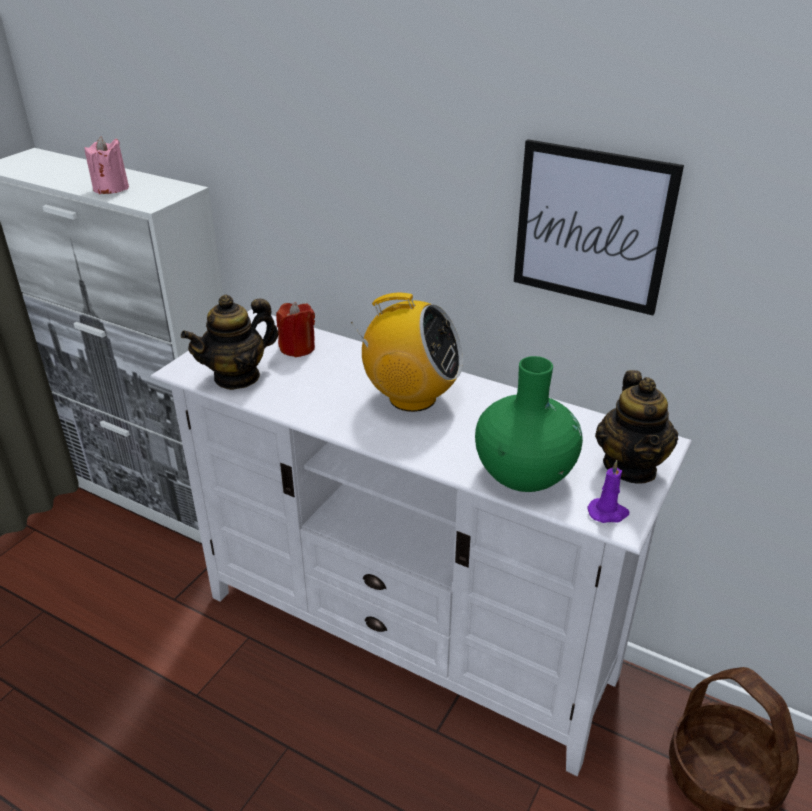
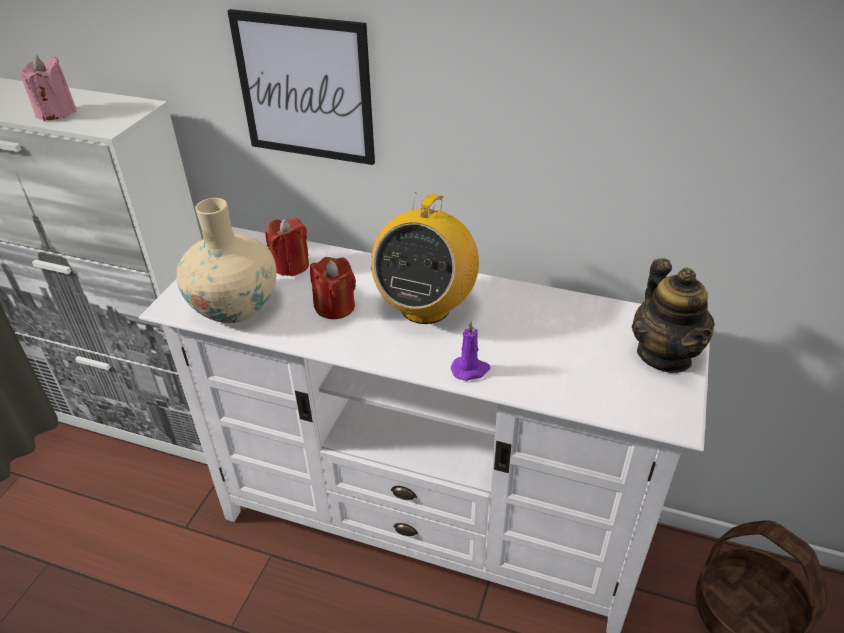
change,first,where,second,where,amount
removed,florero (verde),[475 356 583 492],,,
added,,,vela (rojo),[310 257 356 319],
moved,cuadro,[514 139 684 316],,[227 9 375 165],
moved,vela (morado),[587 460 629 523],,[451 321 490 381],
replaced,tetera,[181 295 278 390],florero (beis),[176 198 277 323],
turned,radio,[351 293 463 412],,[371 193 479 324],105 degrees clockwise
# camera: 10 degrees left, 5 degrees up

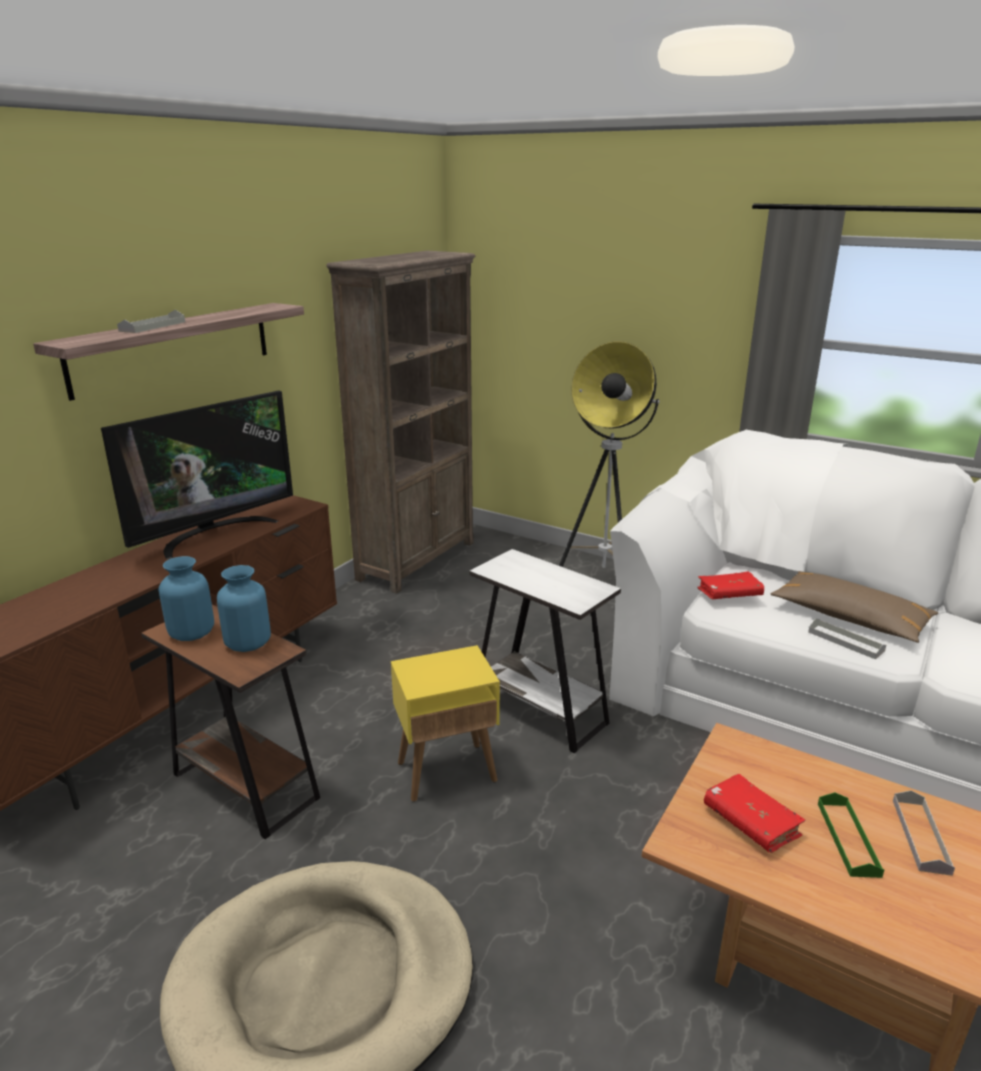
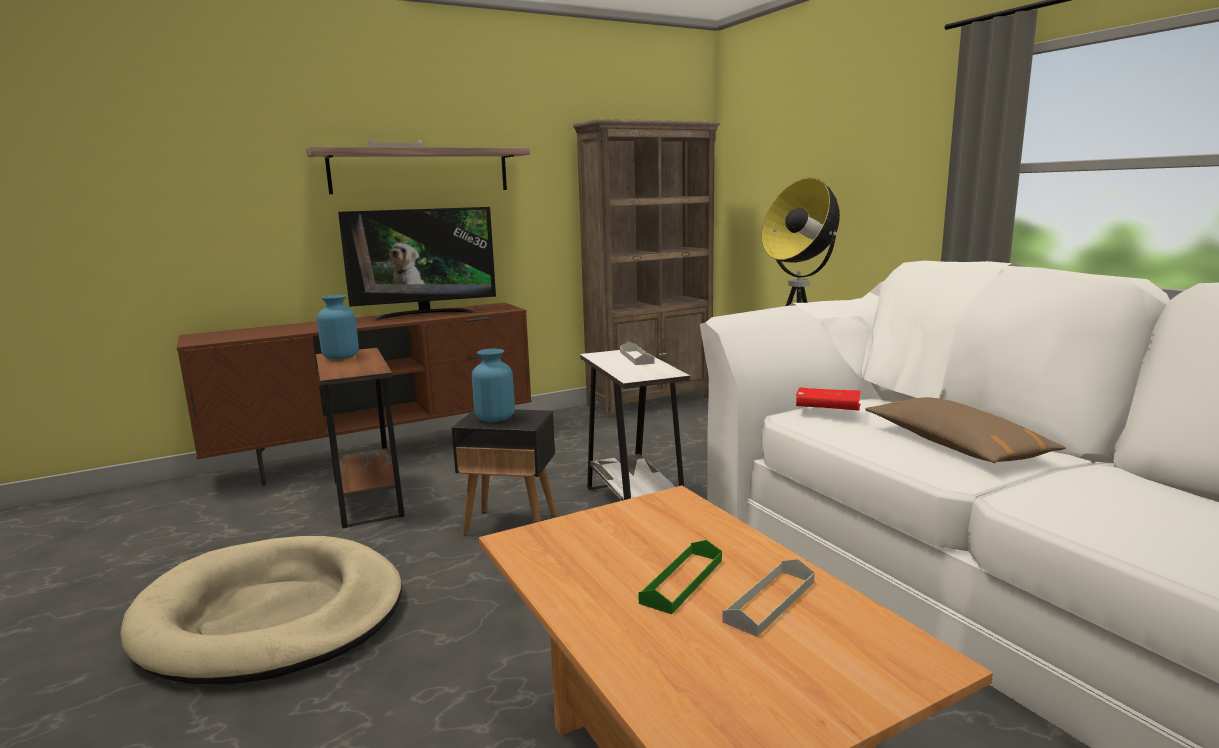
change,first,where,second,where,amount
removed,libro (rojo),[704 774 805 853],,,
moved,florero (azul),[217 565 271 652],,[472 349 515 422],
moved,bandeja (gris),[808 618 886 660],,[620 341 654 365],
recoloured,mesa auxiliar (amarillo),[391 645 500 802],mesa auxiliar (negro),[452 409 557 536],
# camera: 30 degrees right, 10 degrees down

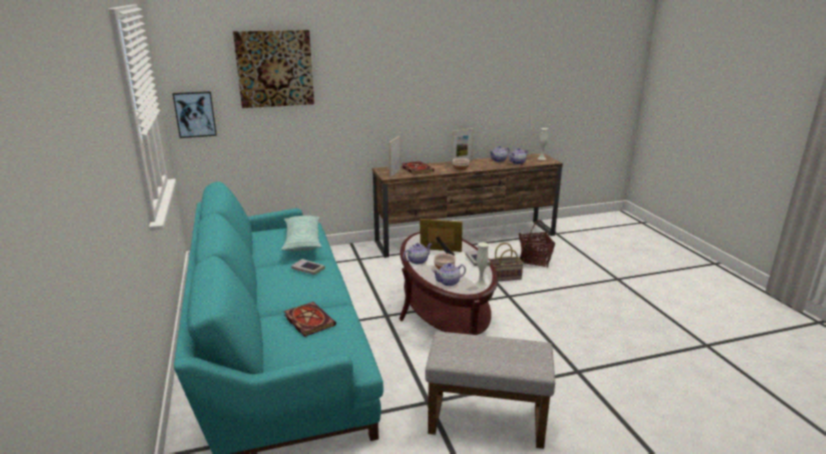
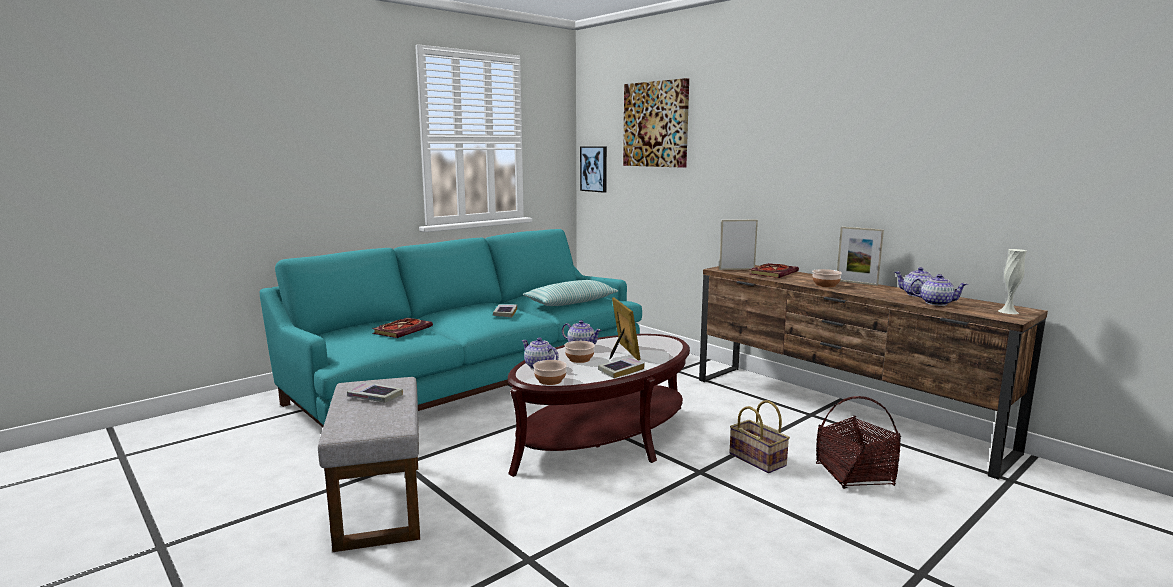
change,first,where,second,where,amount
added,,,libro,[347 382 403 403],
replaced,florero (blanco),[475 242 489 288],cuenco,[533 360 567 385],
# camera: 65 degrees right, 10 degrees down

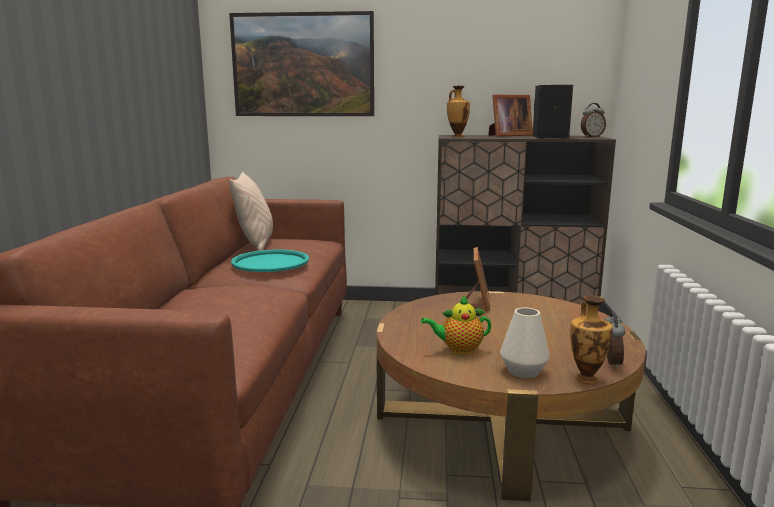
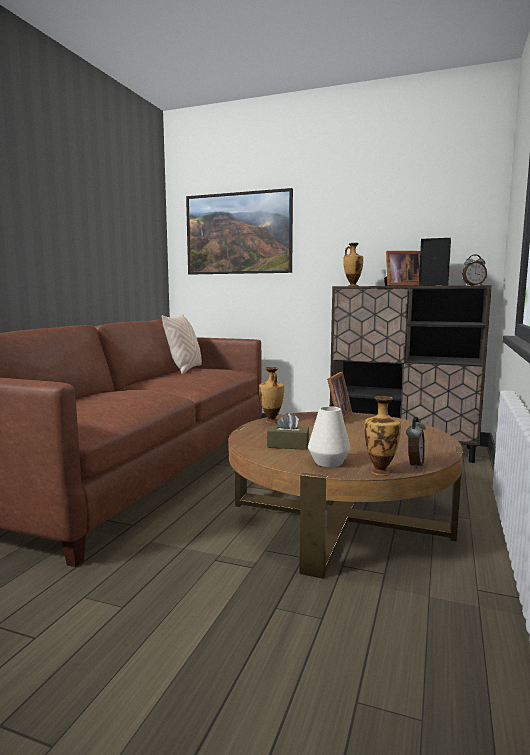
change,first,where,second,where,amount
removed,bandeja (turquesa),[231 249 309 272],,,
added,,,florero,[259 367 284 423],
replaced,tetera,[421 296 491 355],caja de pañuelos (marrón),[267 413 309 450],
# camera: 15 degrees right, 5 degrees down

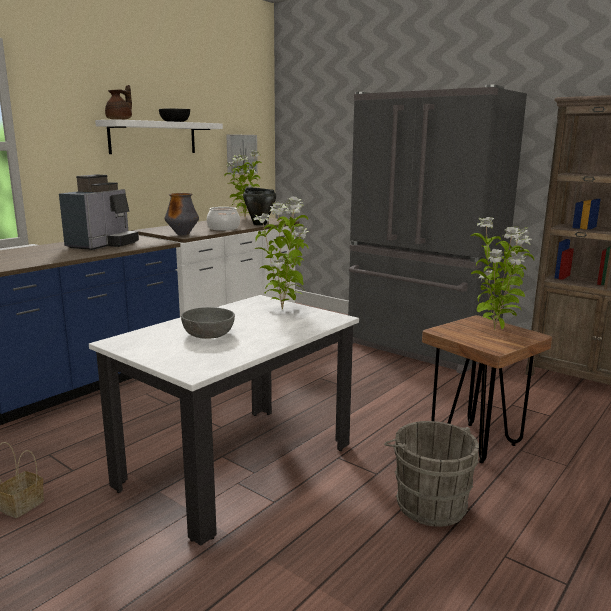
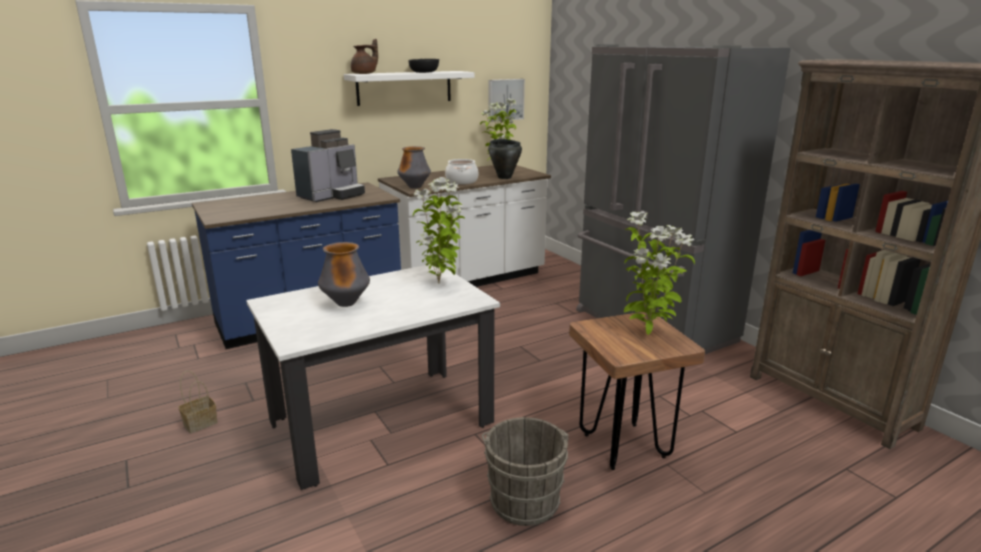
change,first,where,second,where,amount
replaced,cuenco (gris),[181 307 235 339],florero,[318 242 370 307],
# camera: 20 degrees right, 5 degrees up

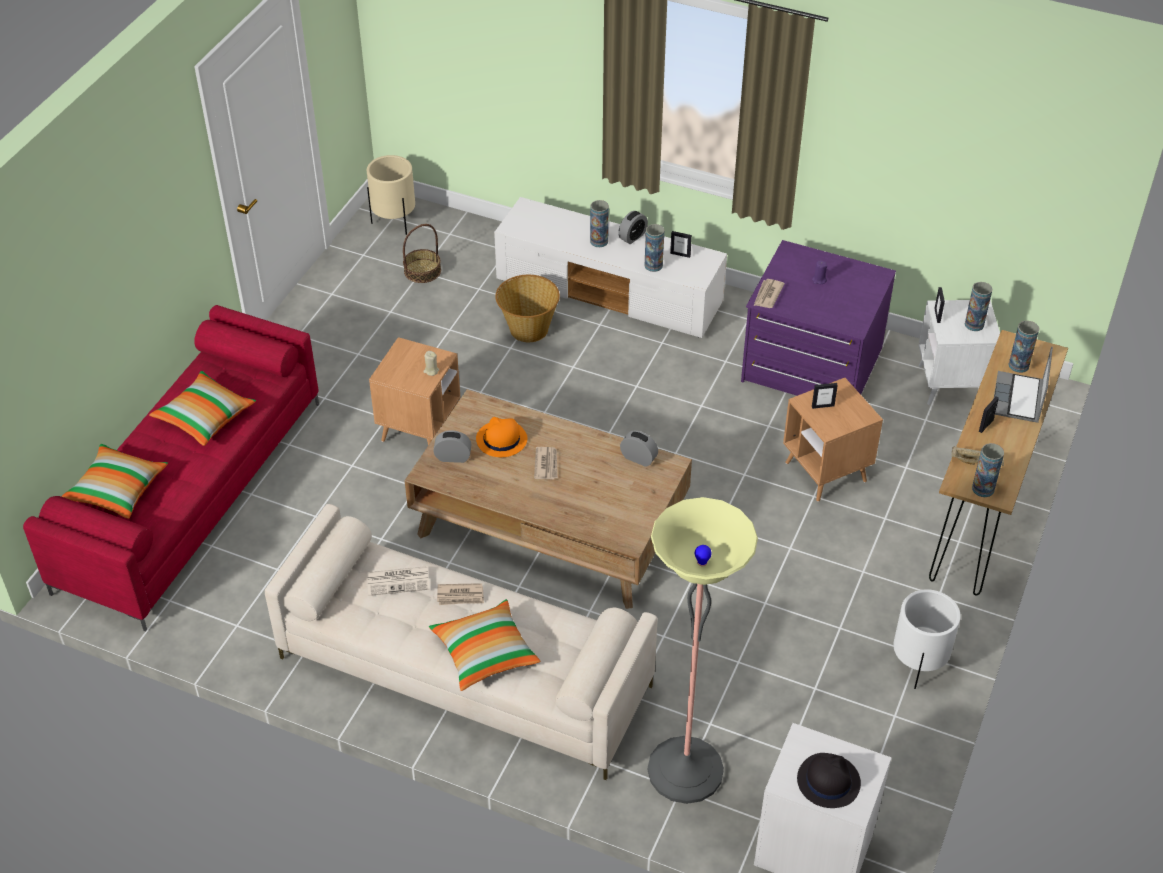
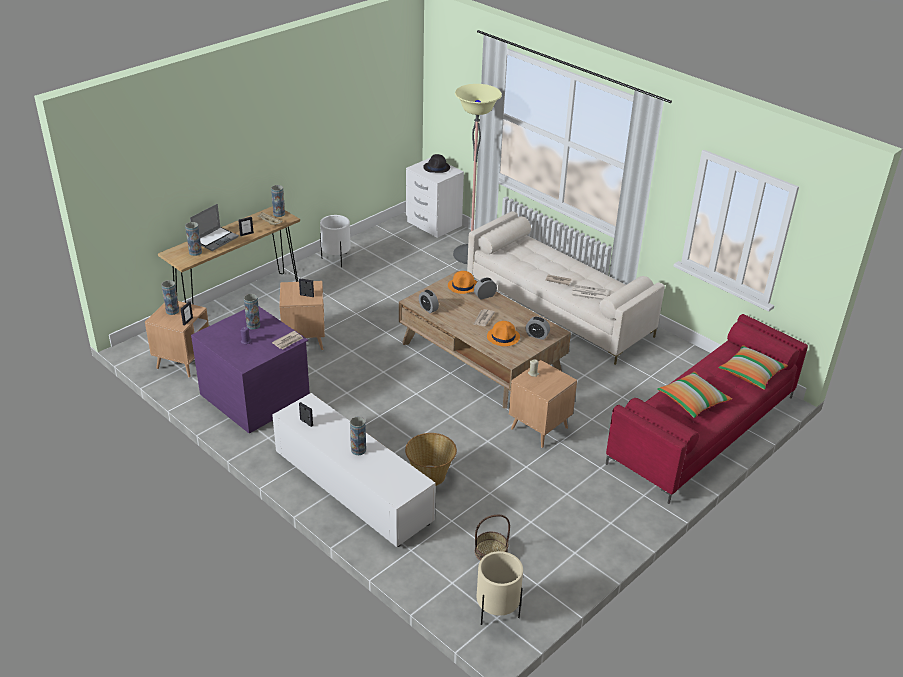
change,first,where,second,where,amount
removed,cojín,[429 599 540 691],,,
added,,,sombrero (naranja),[448 271 477 294],
moved,despertador,[618 211 648 244],,[474 277 497 300],
moved,florero,[645 224 664 272],,[244 294 260 330],
recoloured,mesa auxiliar (blanco),[918 300 1000 405],mesa auxiliar (marrón),[145 301 209 378],
# camera: 160 degrees left, 10 degrees down

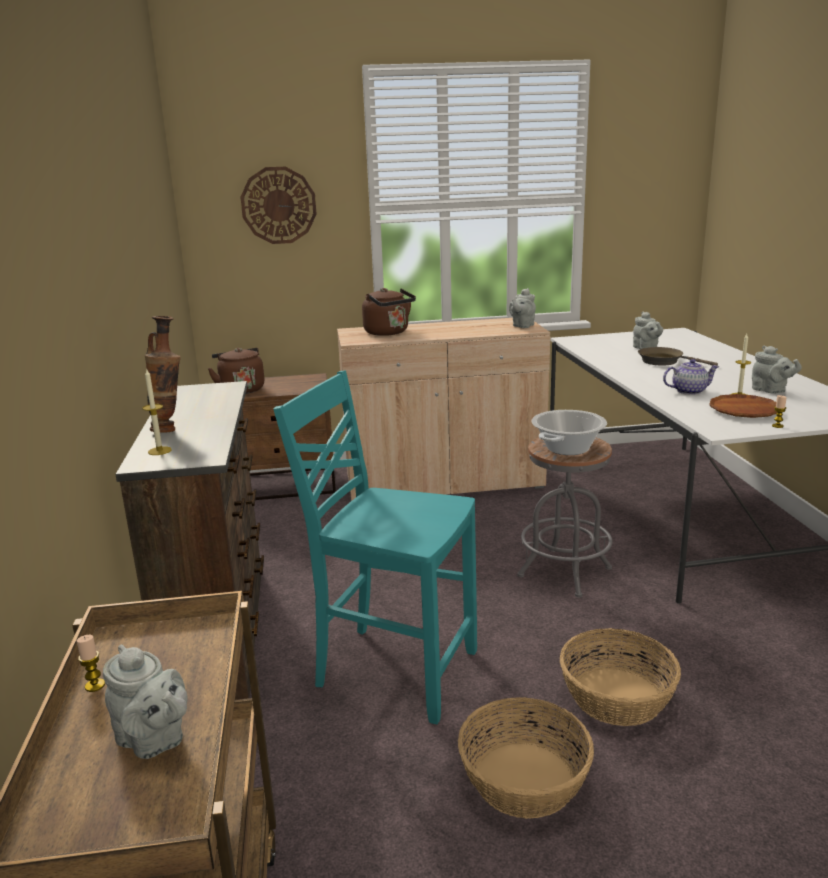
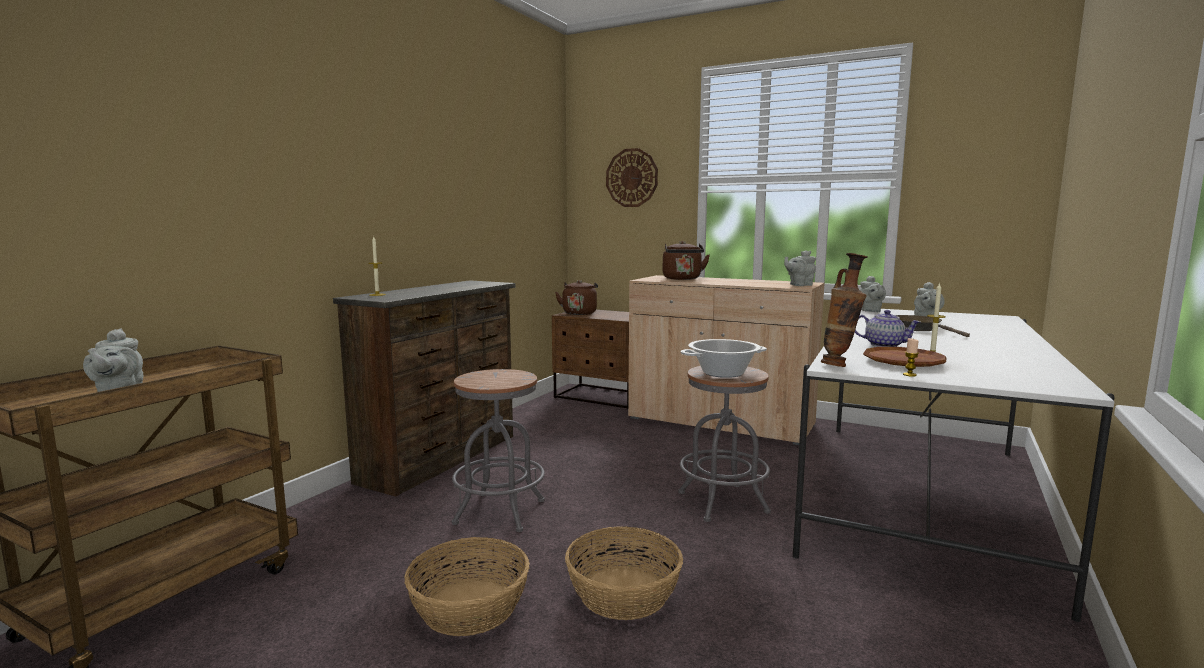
change,first,where,second,where,amount
removed,vela,[77 635 105 692],,,
moved,florero,[145 316 181 433],,[821 253 868 367],
moved,tetera (gris),[752 345 802 394],,[860 276 886 312],
replaced,silla (turquesa),[273 371 477 724],taburete (gris),[452 369 545 532],
# camera: 35 degrees right, 10 degrees down

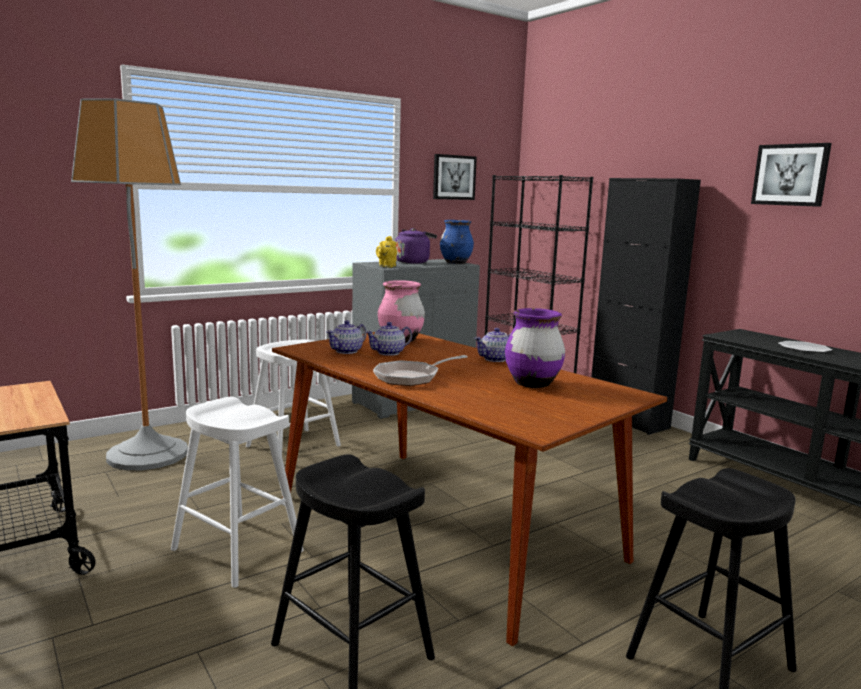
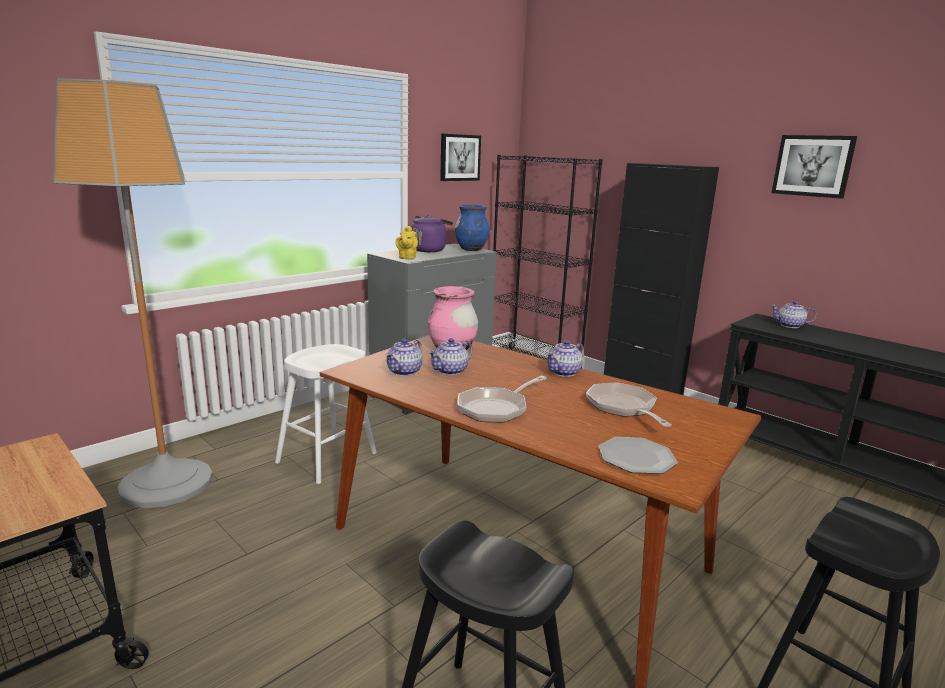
change,first,where,second,where,amount
removed,taburete (blanco),[171 397 304 588],,,
added,,,tetera,[771 301 817 328],
moved,plato,[778 341 832 353],,[598 437 678 474],
replaced,florero (morado),[505 308 565 388],sartén,[586 382 672 427],
# camera: 10 degrees left, 5 degrees up

